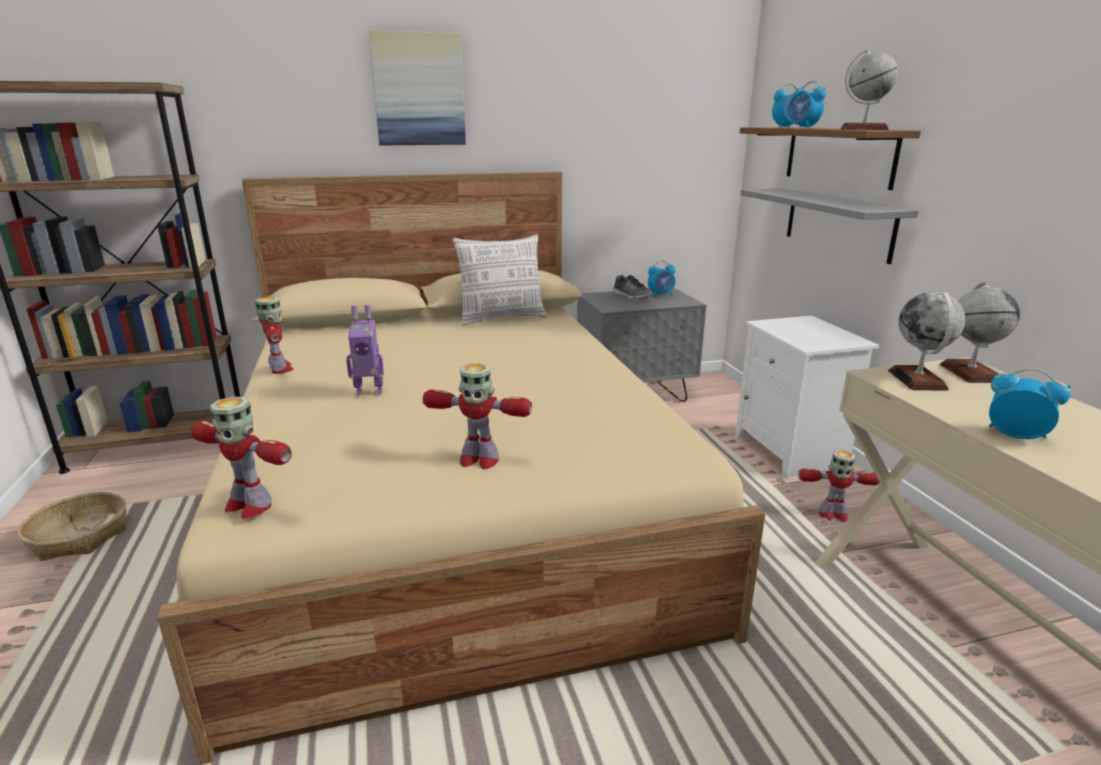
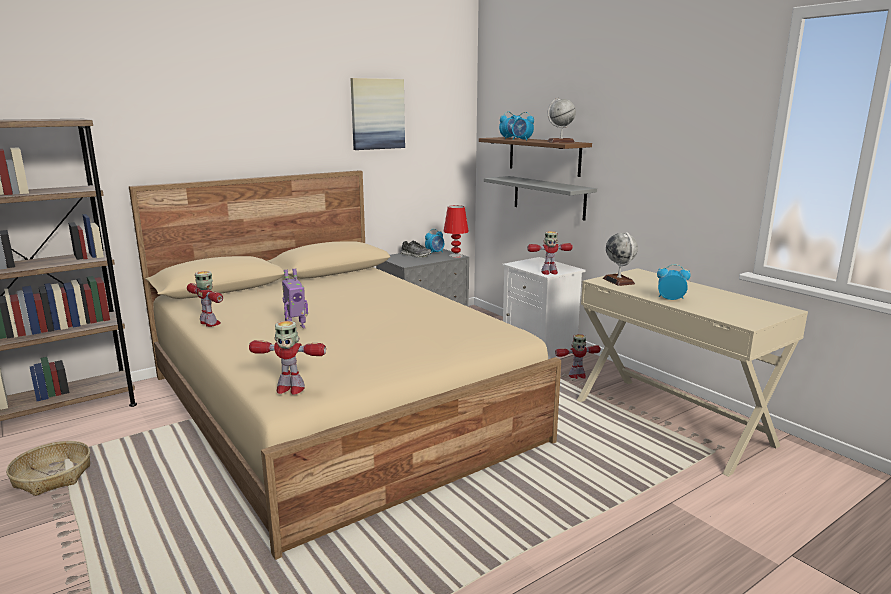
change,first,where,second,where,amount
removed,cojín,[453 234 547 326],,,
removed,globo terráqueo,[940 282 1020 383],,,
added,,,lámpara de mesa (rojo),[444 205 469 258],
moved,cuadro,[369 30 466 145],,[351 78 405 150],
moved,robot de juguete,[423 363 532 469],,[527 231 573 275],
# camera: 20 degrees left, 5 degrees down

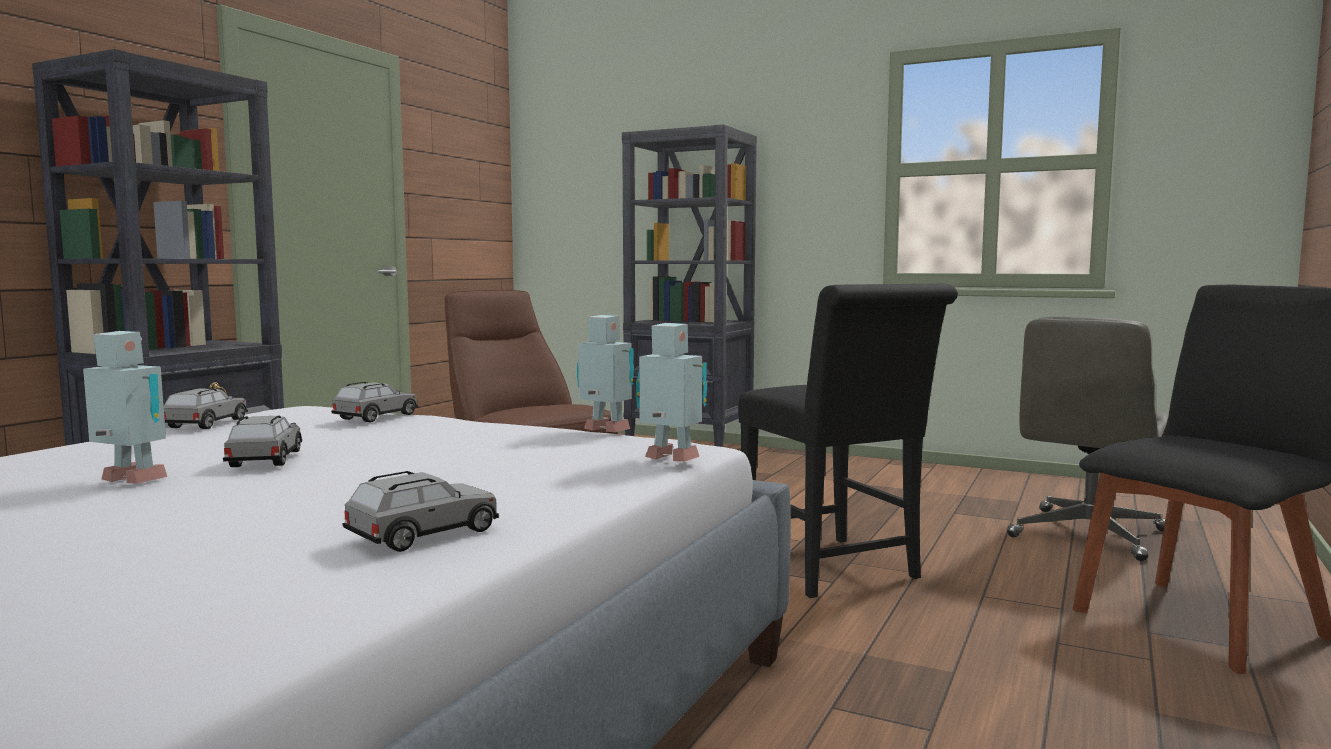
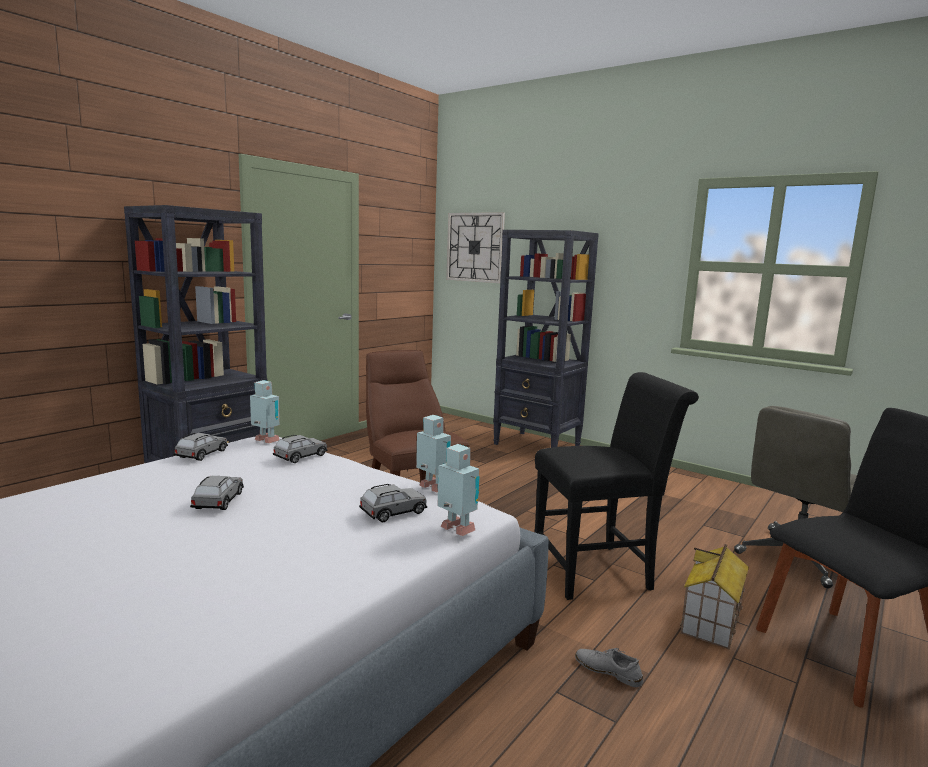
change,first,where,second,where,amount
added,,,reloj de pared,[446 212 505 283],
added,,,zapato (gris),[575 648 643 687],
added,,,casita,[680 544 749 650],
moved,robot de juguete,[83 331 167 484],,[250 380 280 443],
moved,coche de juguete (gris),[342 471 499 552],,[359 484 427 522],
turned,silla (negro),[738 283 958 598],,[535 372 699 600],90 degrees counterclockwise
# camera: 10 degrees right, 5 degrees up

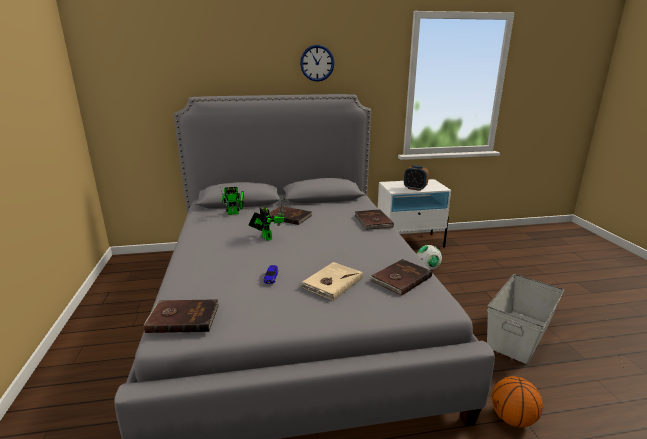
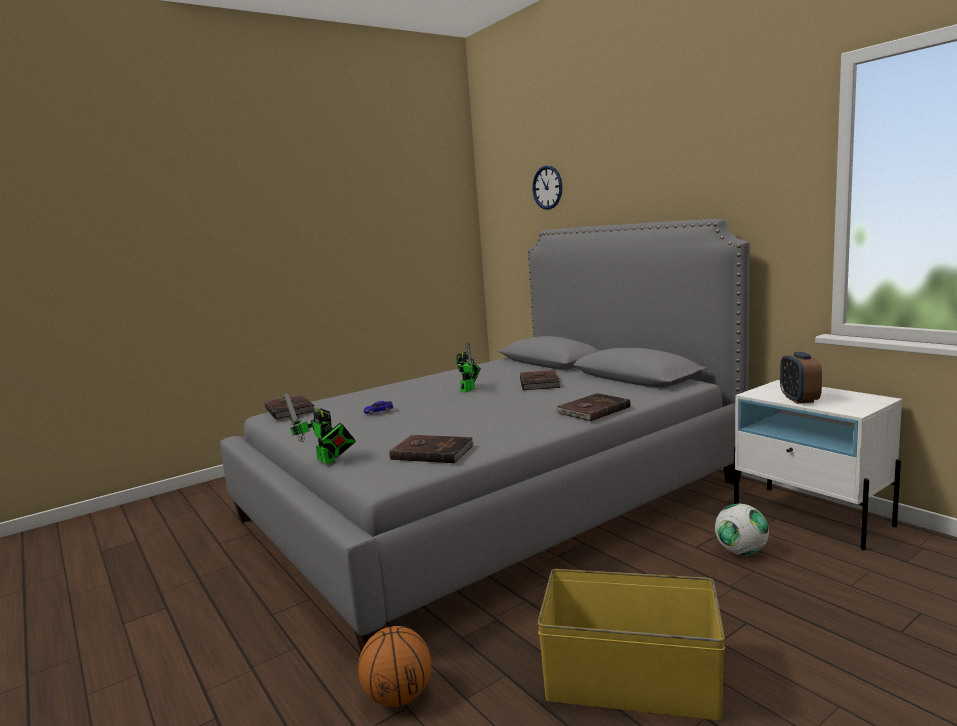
change,first,where,second,where,amount
removed,libro (beis),[300 262 363 300],,,
moved,robot de juguete,[218 182 244 215],,[284 392 356 464],
moved,reloj de pared,[300 45 334 82],,[533 166 562 210],
recoloured,caja de almacenaje (gris),[487 274 564 364],caja de almacenaje (amarillo),[537 569 725 720],
# camera: 65 degrees right, 10 degrees down

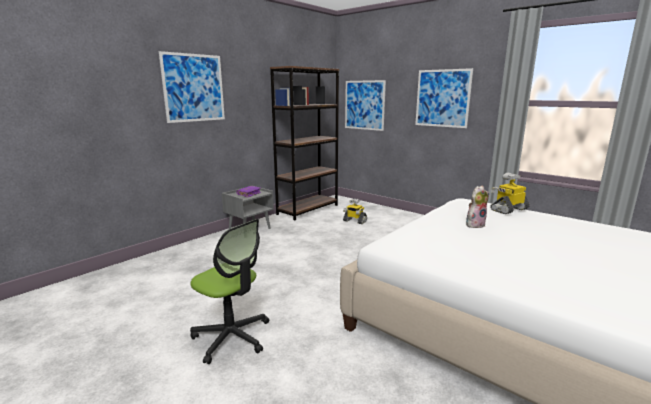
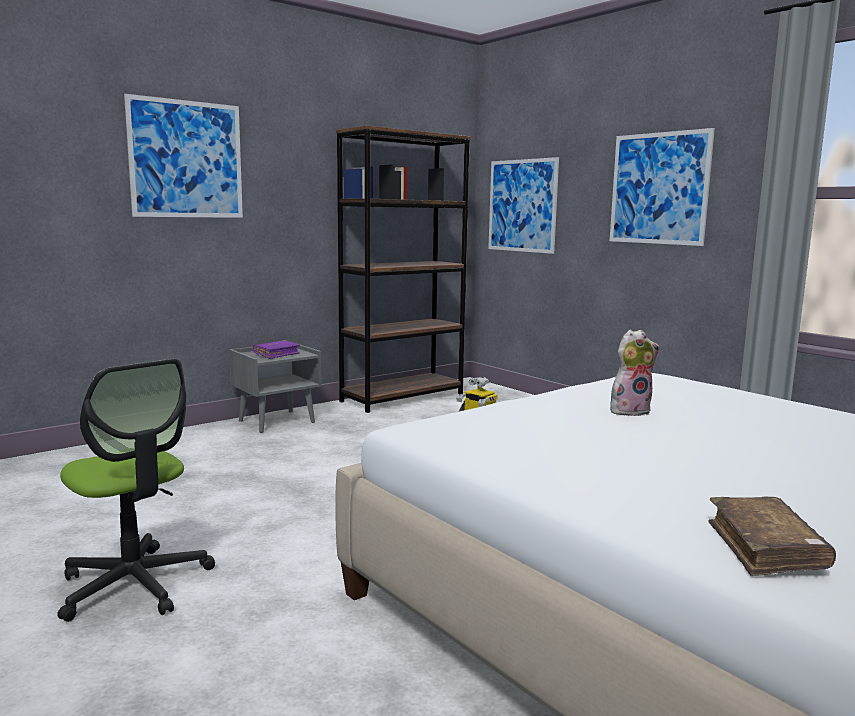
change,first,where,second,where,amount
removed,robot de juguete,[491 173 530 214],,,
added,,,libro (marrón),[708 496 836 576],
# camera: 10 degrees right, 5 degrees down

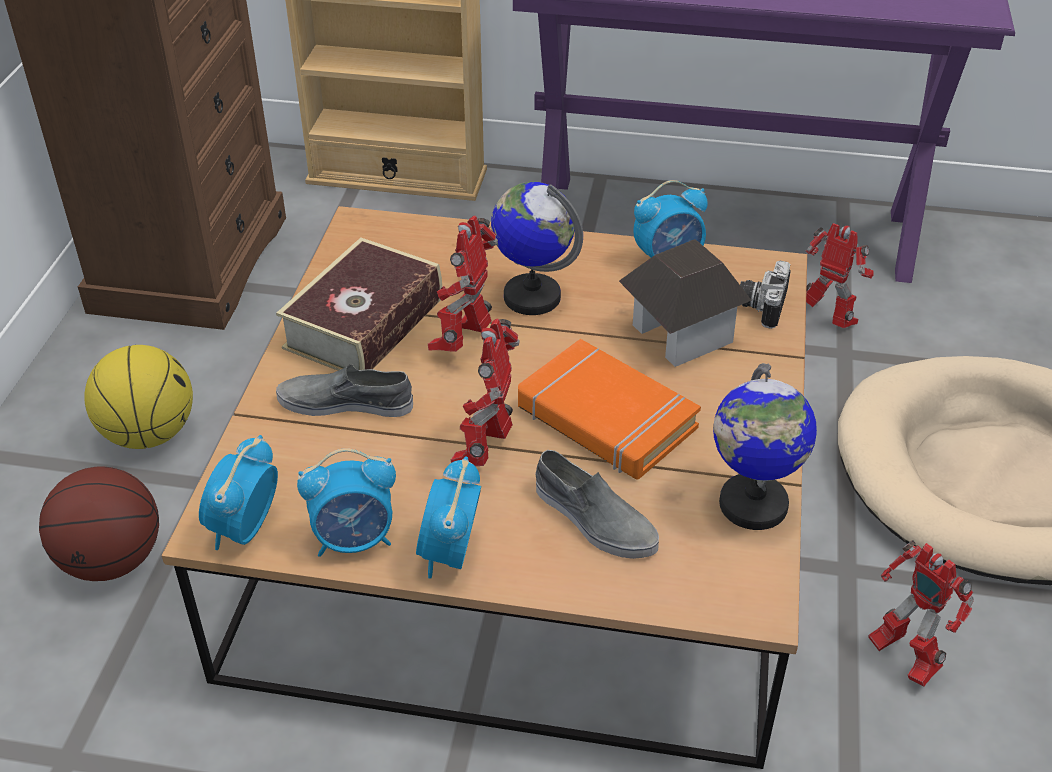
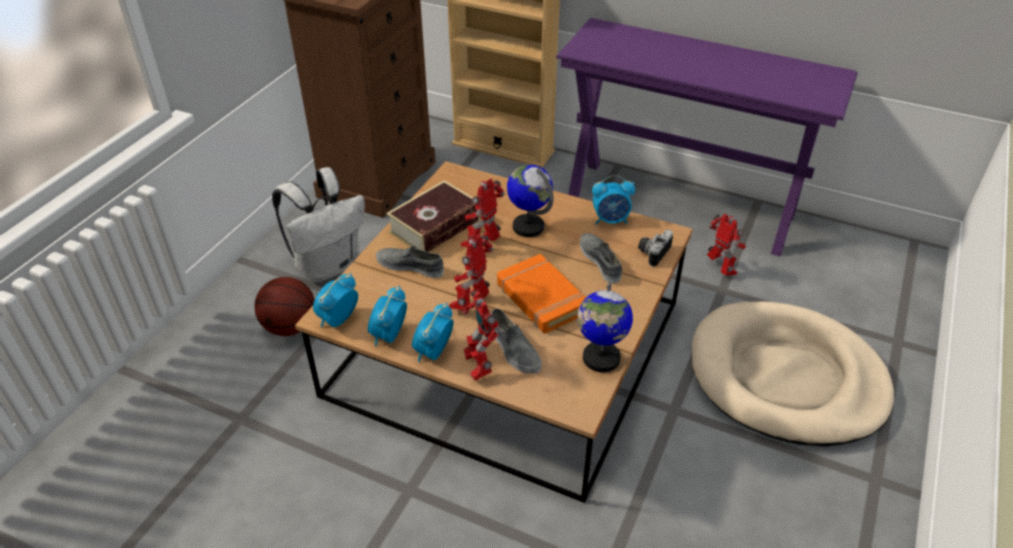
change,first,where,second,where,amount
moved,robot de juguete,[868 540 974 686],,[462 290 501 381],
replaced,balón de baloncesto,[85 345 193 449],mochila (blanco),[272 167 365 282],
replaced,casita,[619 239 752 367],zapato (gris),[580 233 622 284],
turned,despertador,[297 448 396 557],,[368 286 407 346],105 degrees clockwise
# camera: 15 degrees right, 0 degrees up

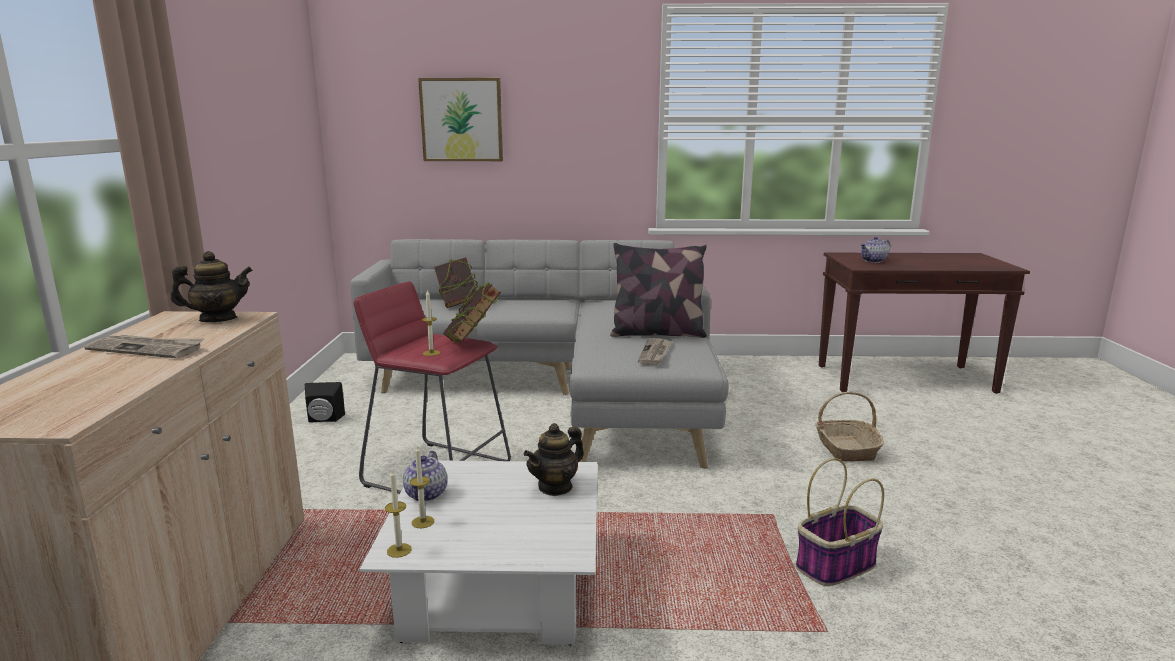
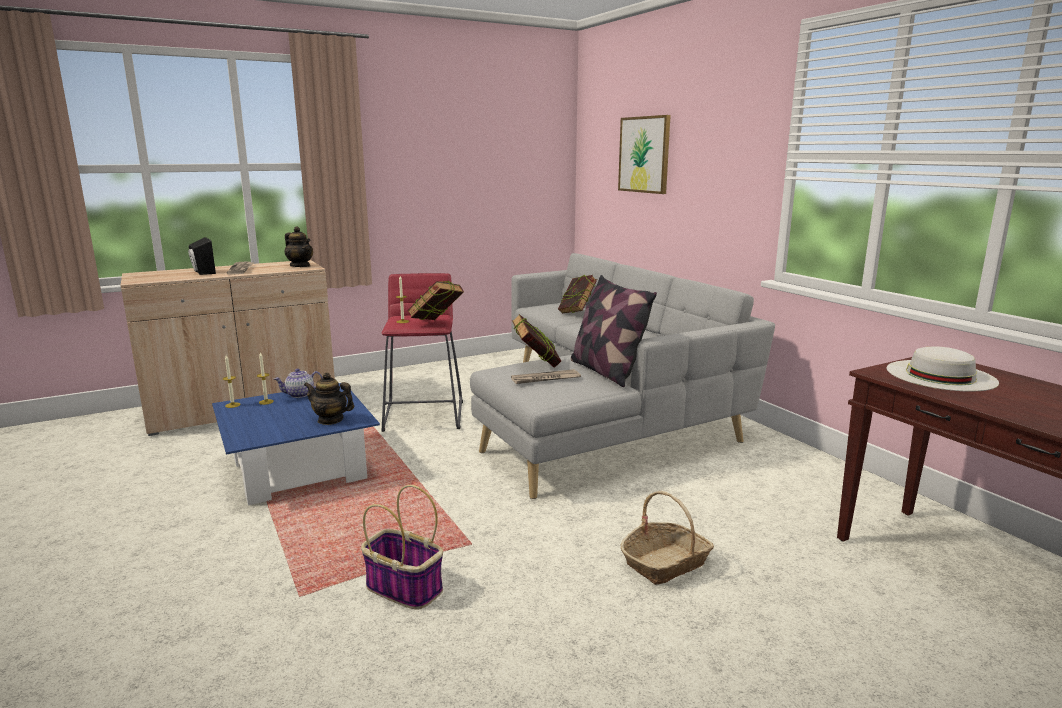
change,first,where,second,where,amount
added,,,libro,[512 314 561 367],
moved,altavoz (negro),[305 382 345 423],,[188 237 216 275],
replaced,tetera,[860 236 890 263],sombrero (blanco),[886 346 999 392],
recoloured,mesa de centro (blanco),[359 460 597 646],mesa de centro (azul),[212 383 380 505],
# camera: 60 degrees right, 0 degrees up

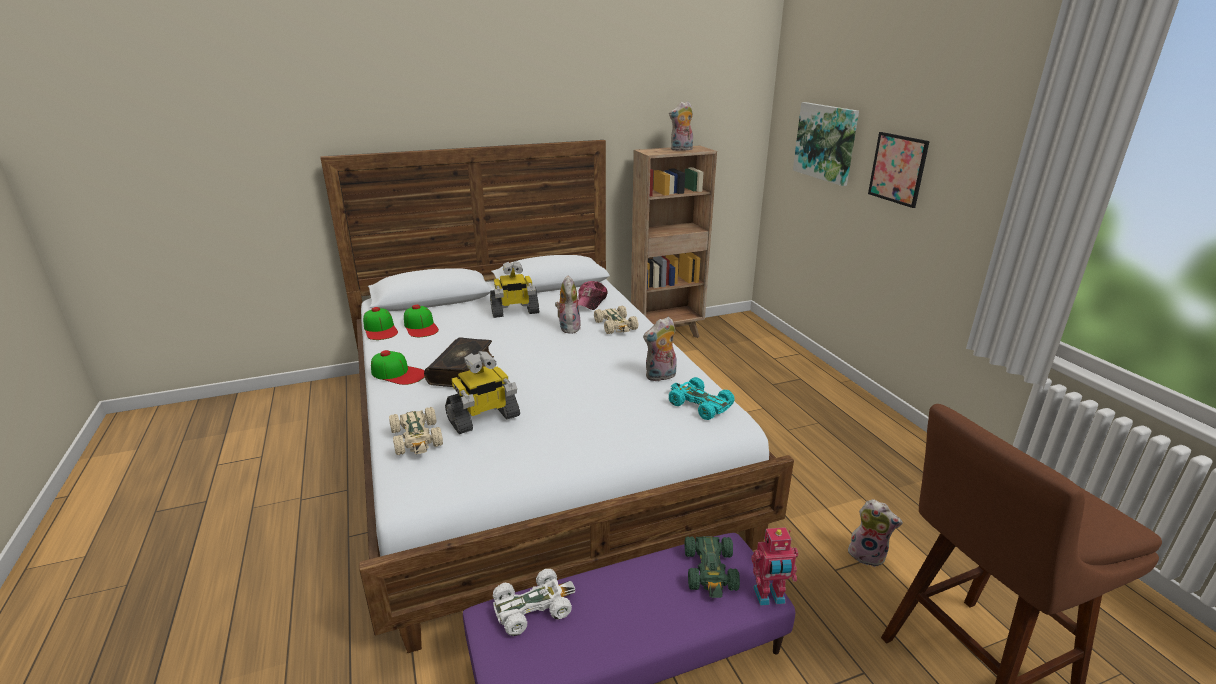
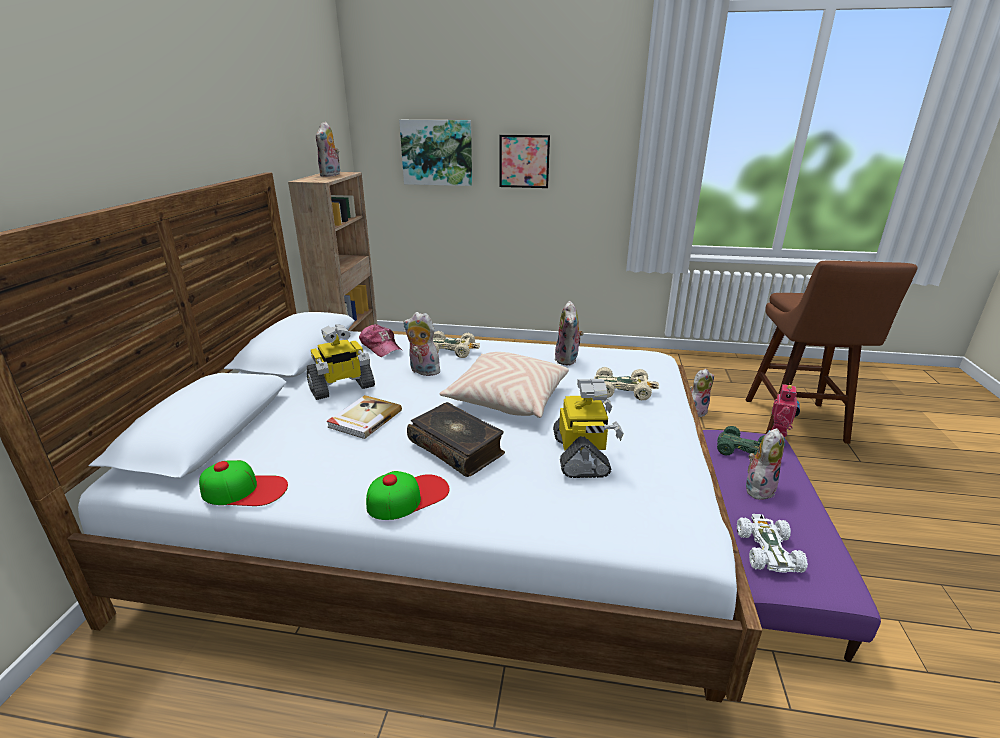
change,first,where,second,where,amount
removed,gorra,[404 305 439 337],,,
removed,coche de juguete (turquesa),[669 377 735 420],,,
added,,,libro,[326 395 402 439],
added,,,cojín (beis),[439 352 569 418],
added,,,peluche,[746 428 785 500],
moved,coche de juguete (beis),[389 407 443 455],,[594 367 659 400],
turned,robot de juguete,[490 261 539 318],,[307 324 375 400],45 degrees clockwise
# camera: 60 degrees left, 0 degrees up

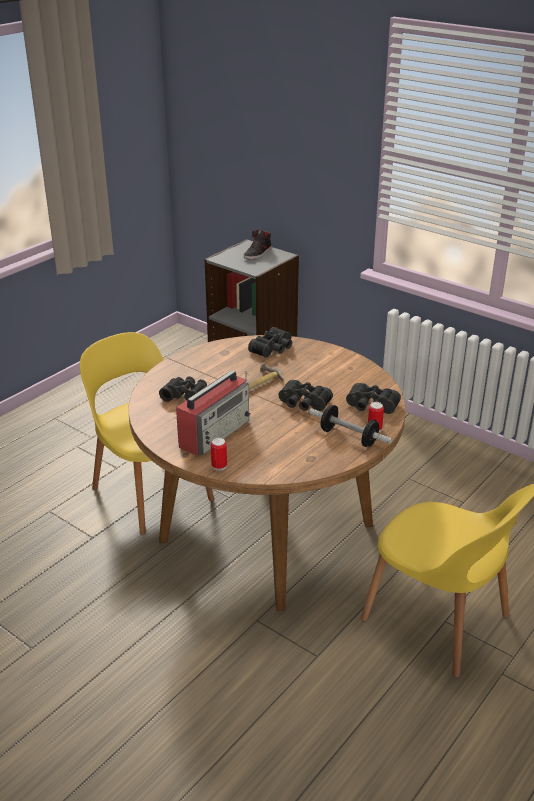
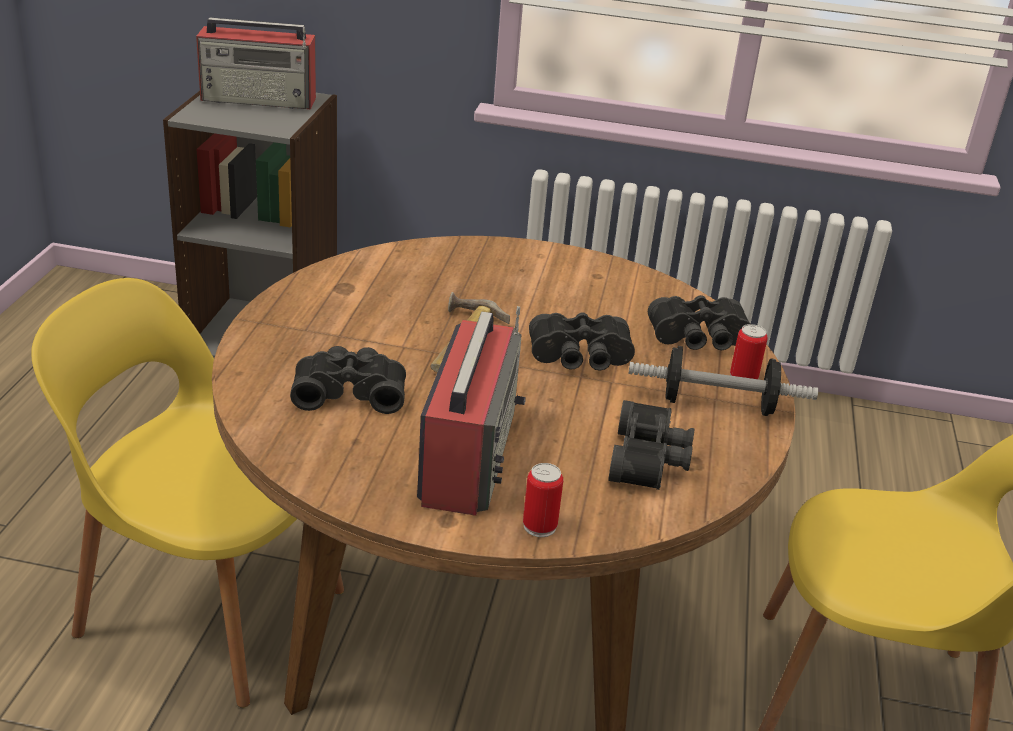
change,first,where,second,where,amount
moved,prismáticos (negro),[248 327 292 358],,[608 400 694 490],
replaced,zapato (negro),[244 230 271 260],radio,[196 17 316 109],
# camera: 30 degrees left, 0 degrees up

